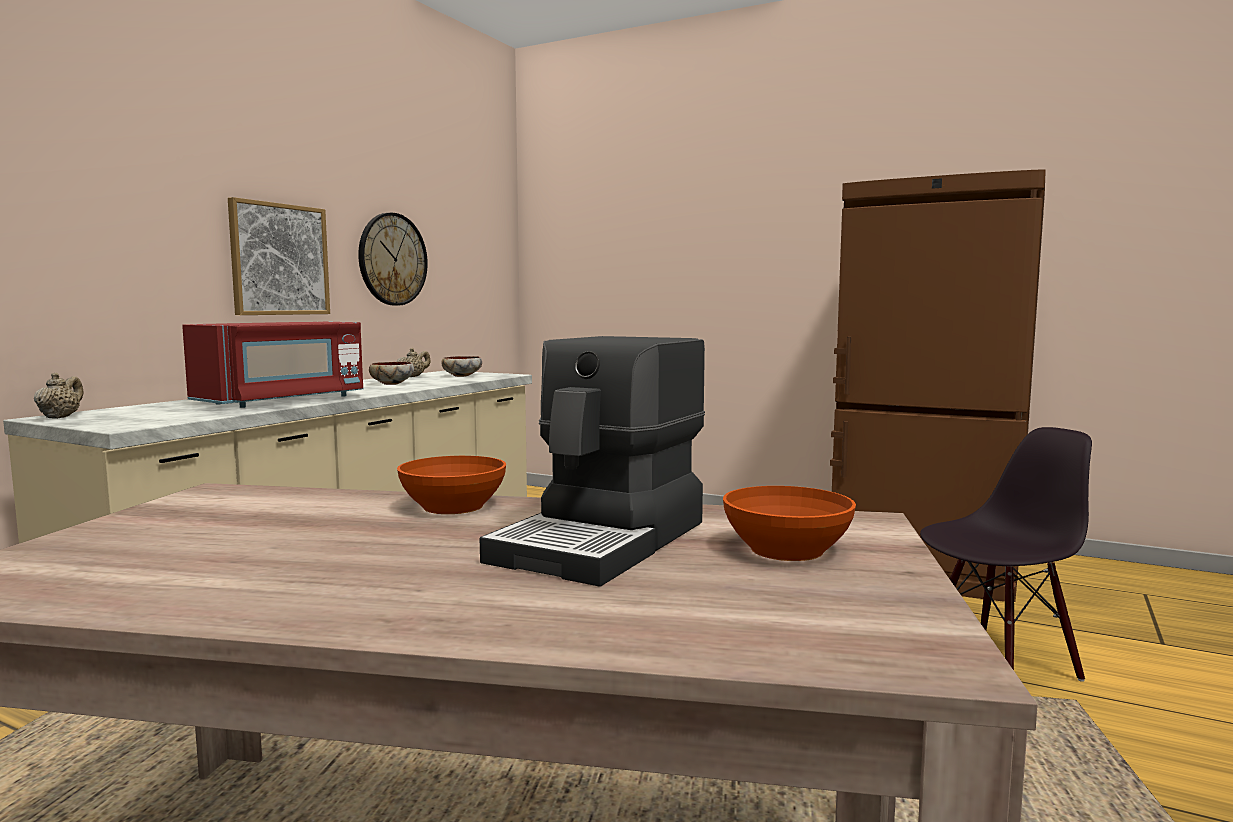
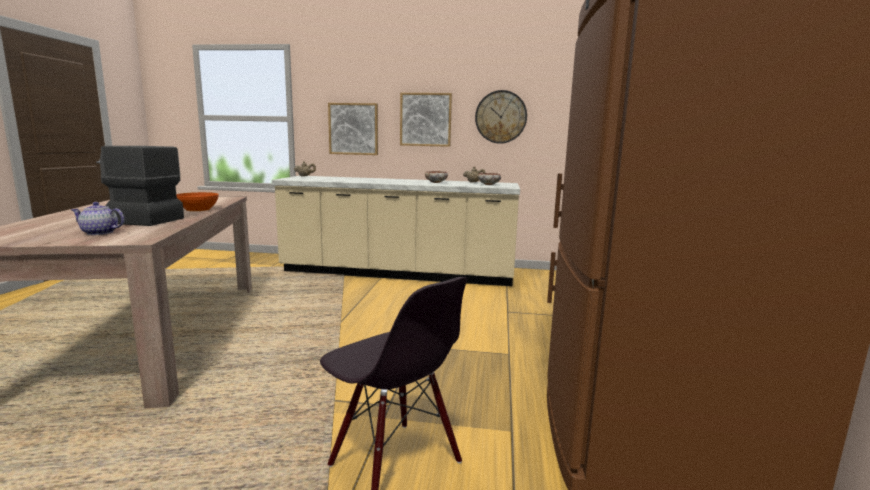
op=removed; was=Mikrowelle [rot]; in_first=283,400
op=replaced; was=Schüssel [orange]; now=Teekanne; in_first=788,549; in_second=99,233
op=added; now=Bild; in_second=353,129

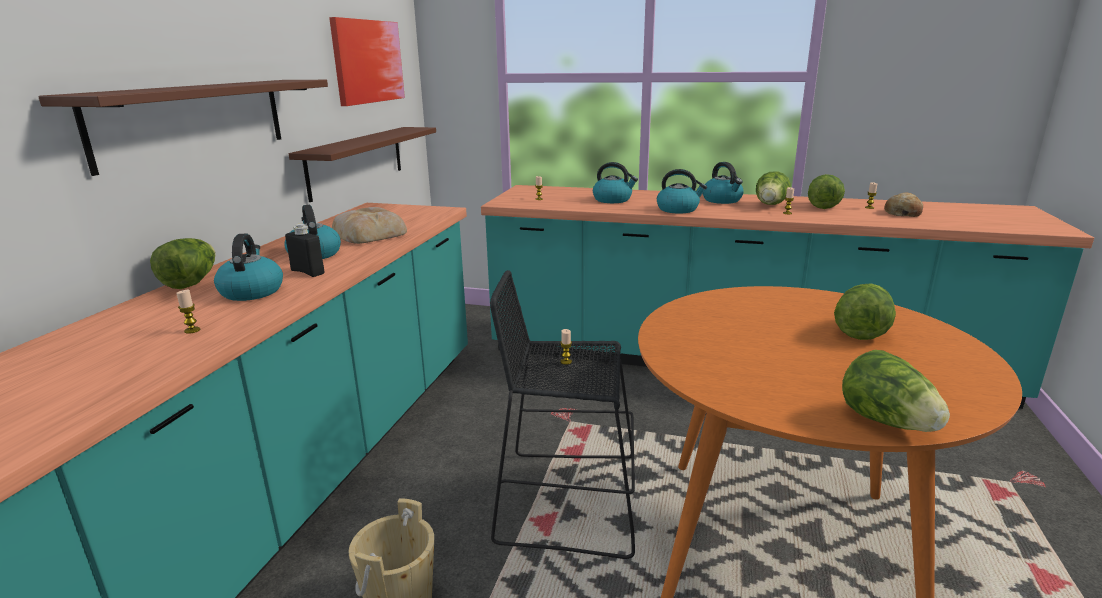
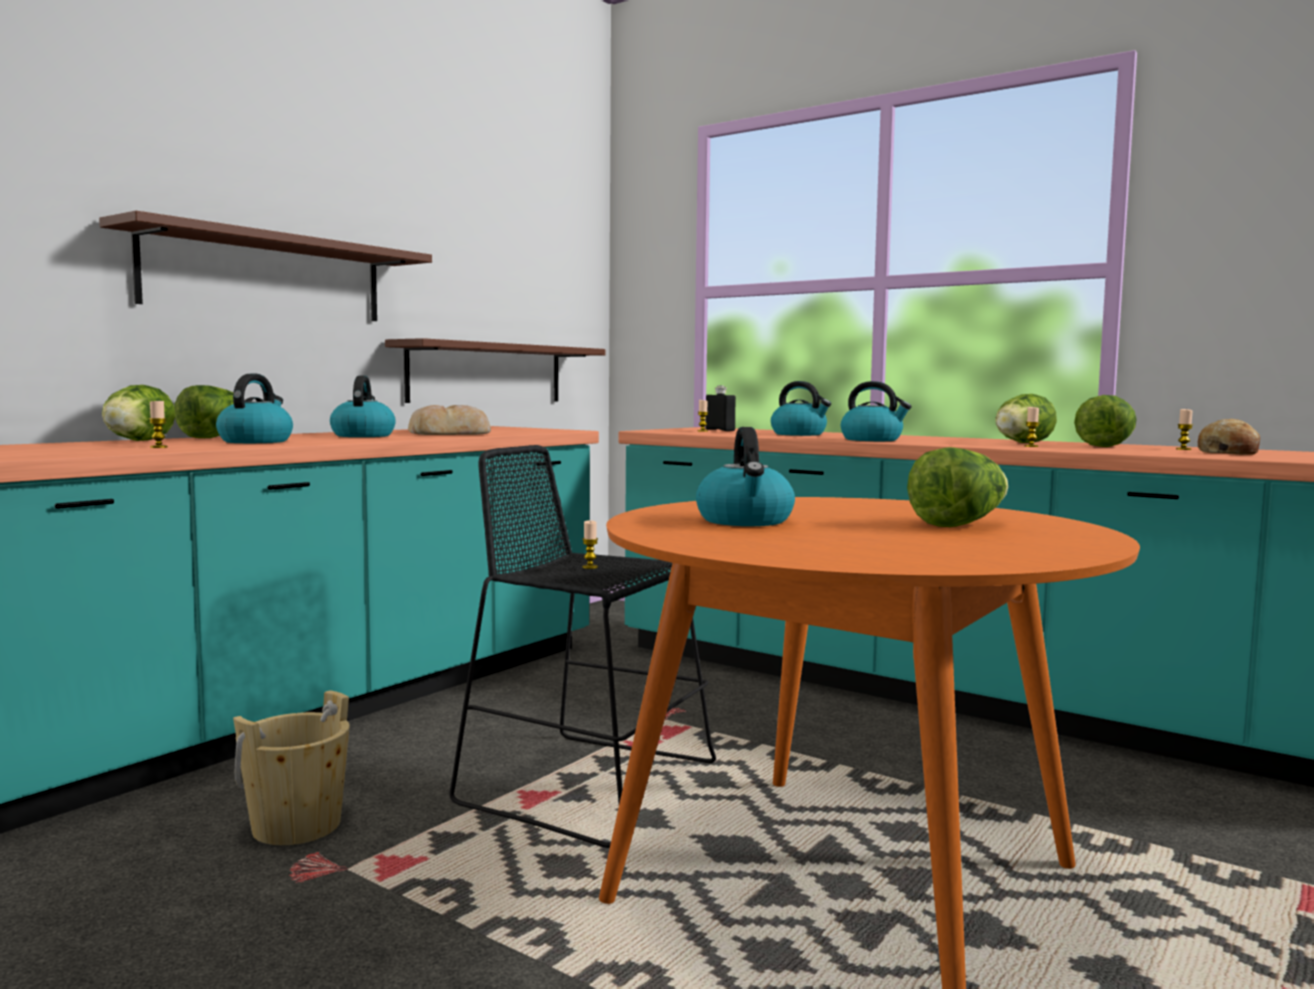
op=removed; was=Bild; in_first=368,61
op=moved; was=Wasserkessel; in_first=722,200; in_second=745,521
op=moved; was=Flasche [schwarz]; in_first=307,272; in_second=720,430
op=moved; was=Salatkopf; in_first=887,422; in_second=137,441

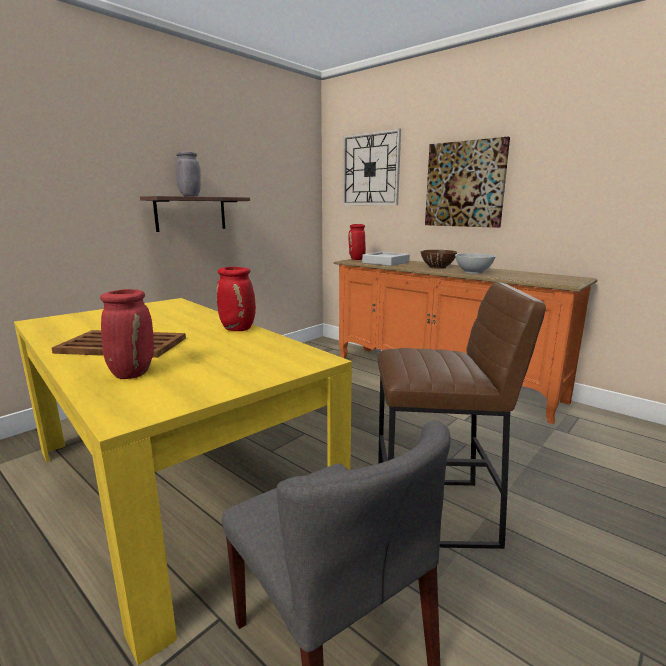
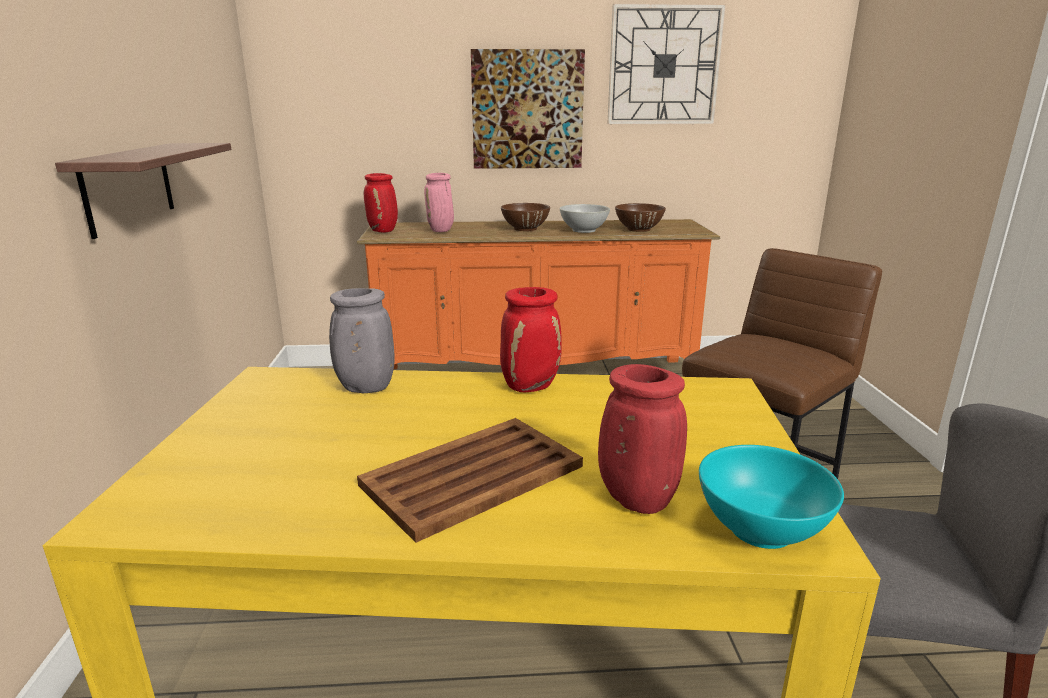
op=moved; was=Wanduhr; in_first=370,169; in_second=664,66
op=moved; was=Vase [grau]; in_first=189,196; in_second=365,388
op=replaced; was=Tablett [grau]; now=Vase [rosa]; in_first=385,262; in_second=441,231
op=added; now=Schüssel [braun]; in_second=638,229
op=added; now=Schüssel [türkis]; in_second=762,529

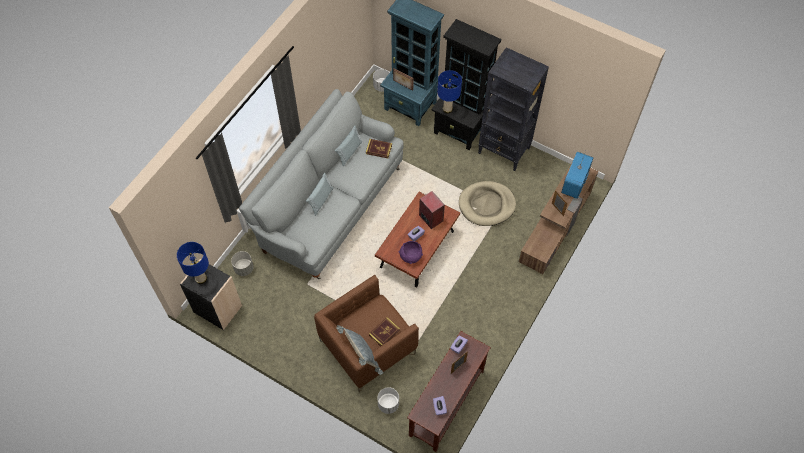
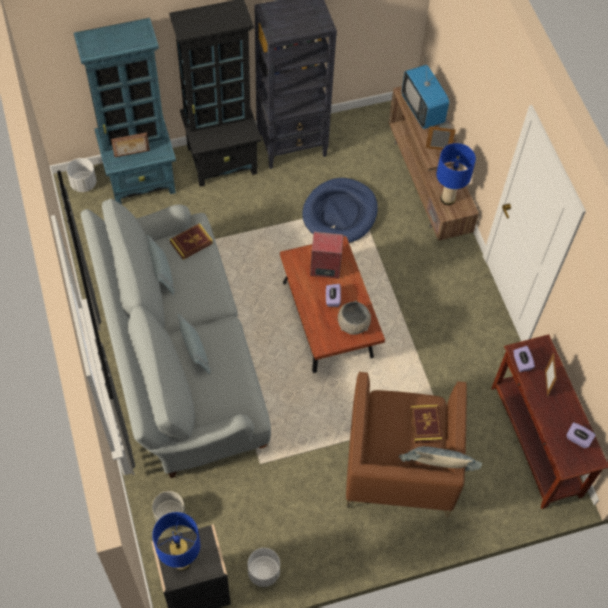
op=moved; was=Tischlampe [blau]; in_first=447,109; in_second=447,199
op=recoloured; was=Hundebett [beige]; now=Hundebett [blau]; in_first=486,205; in_second=340,213
op=recoloured; was=Schüssel [lila]; now=Schüssel [grau]; in_first=410,256; in_second=353,324
op=moved; was=Pflanzkübel [weiß]; in_first=388,404; in_second=264,572

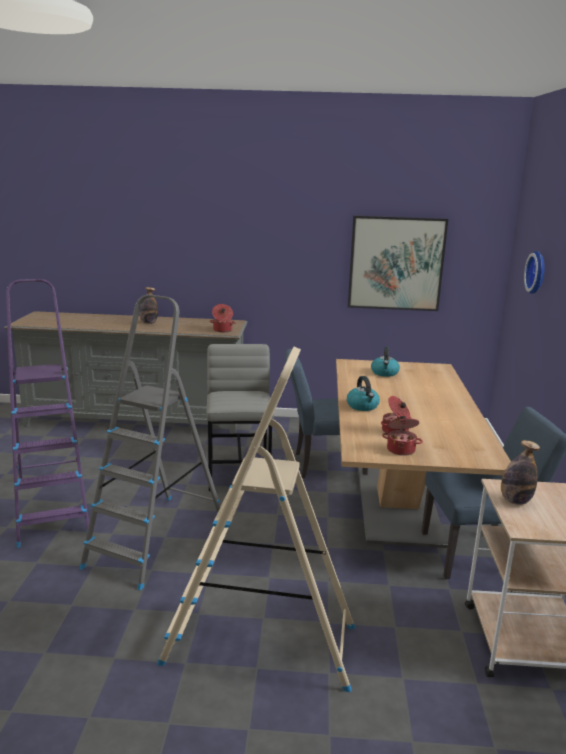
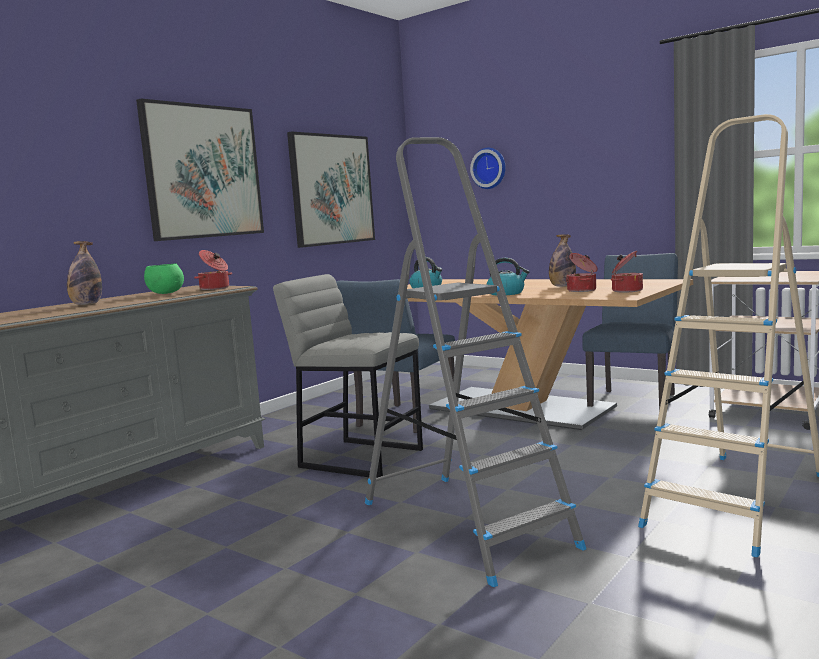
op=removed; was=Trittleiter [lila]; in_first=52,505
op=moved; was=Flasche; in_first=515,501; in_second=562,286
op=added; now=Bild; in_second=203,172
op=added; now=Schüssel [grün]; in_second=166,293

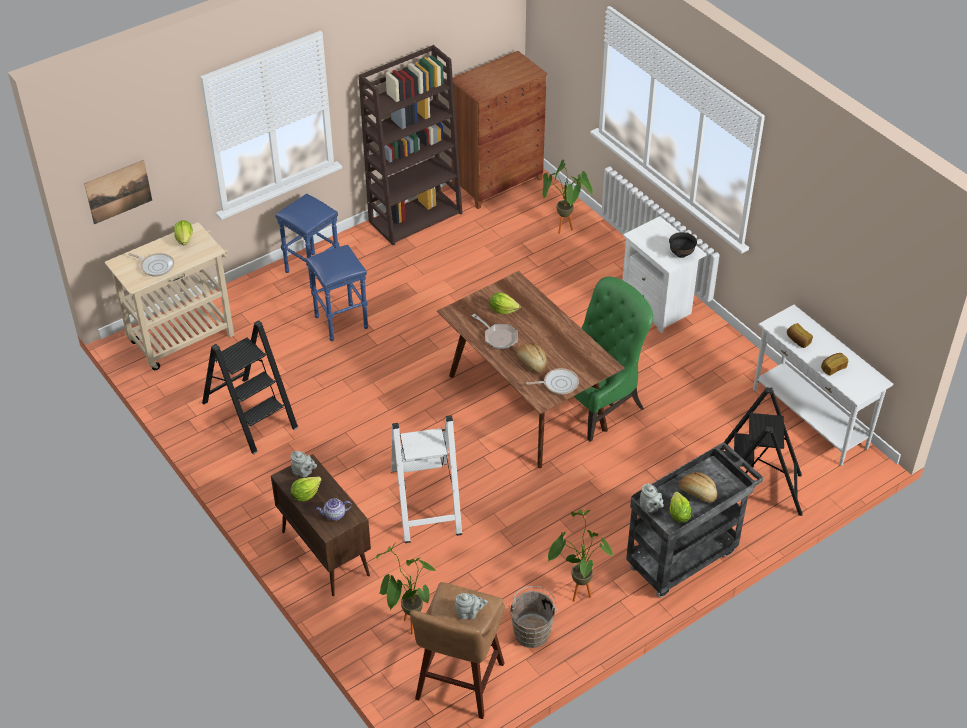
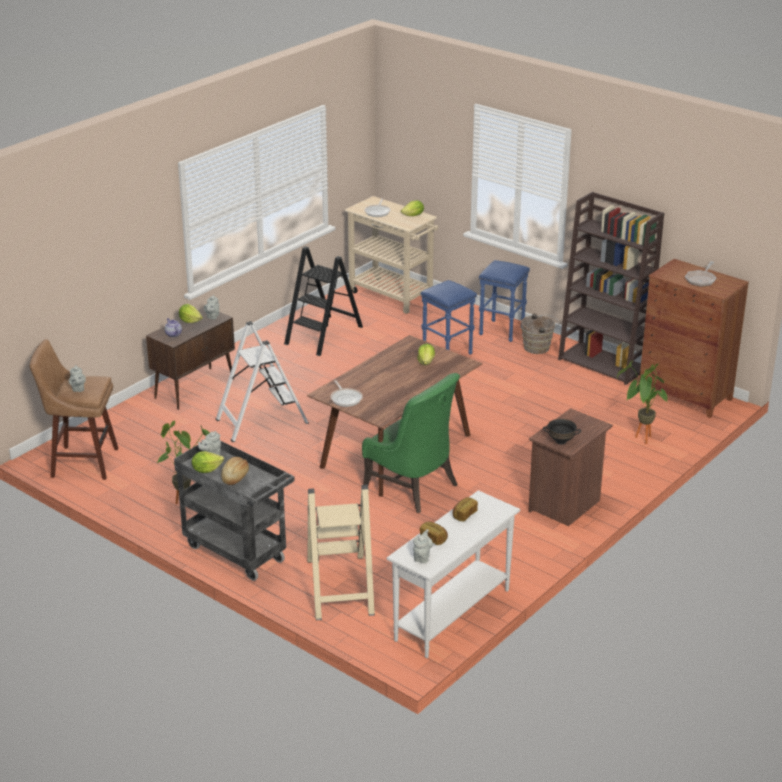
op=removed; was=Bild; in_first=118,191
op=recoloured; was=Nachttisch [weiß]; now=Nachttisch [braun]; in_first=658,306; in_second=565,505
op=moved; was=Pfanne; in_first=498,337; in_second=701,280
op=removed; was=Brot; in_first=531,362
op=recoloured; was=Trittleiter [schwarz]; now=Trittleiter [beige]; in_first=755,489; in_second=340,588
op=removed; was=Topfpflanze; in_first=407,626
op=moved; was=Eimer [braun]; in_first=532,630; in_second=539,348
op=added; now=Teekanne [grau]; in_second=422,557

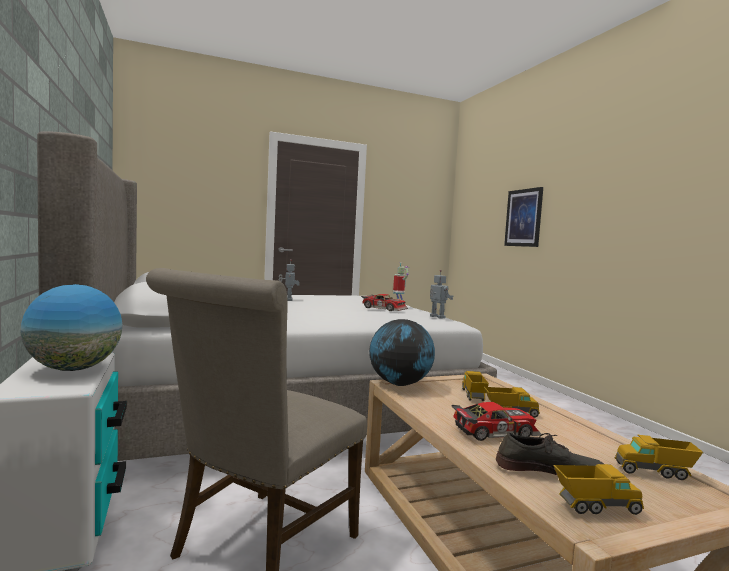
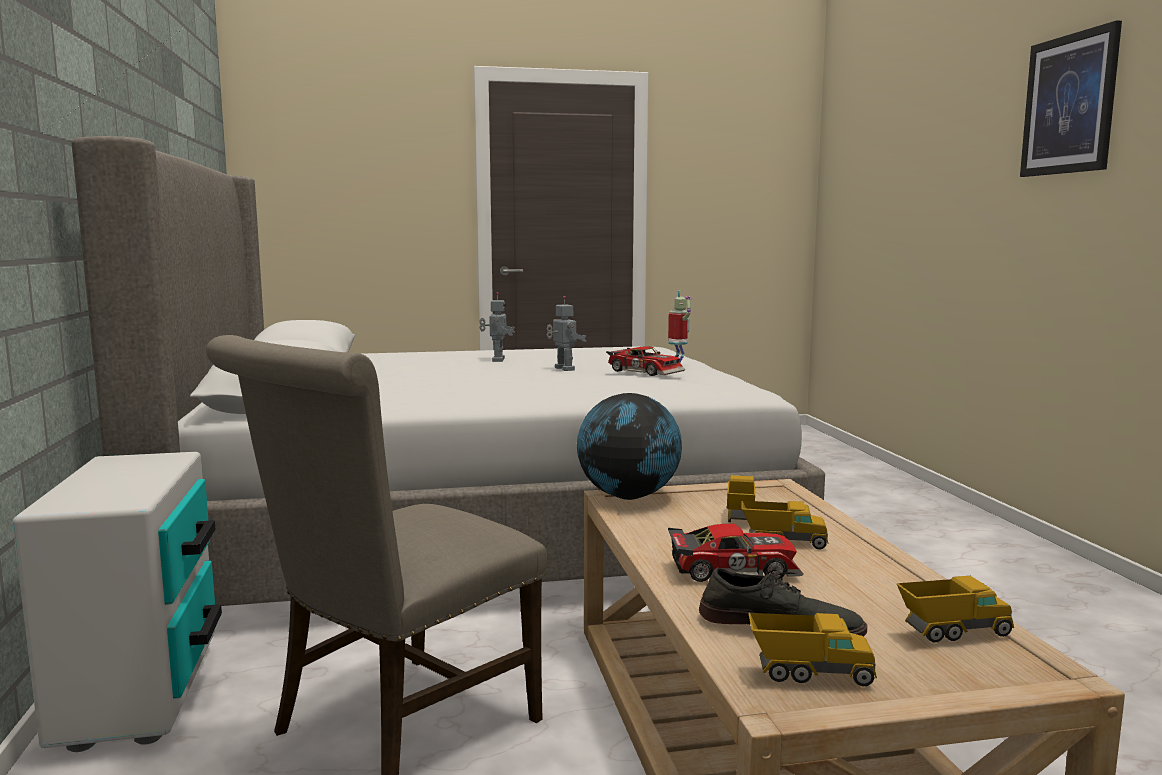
op=moved; was=Bild; in_first=523,218; in_second=1069,104
op=moved; was=Spielzeugroboter; in_first=436,317; in_second=563,369
op=removed; was=Globus; in_first=73,369
op=turned; was=Spielzeuglaster; in_first=655,472; in_second=953,632; clockwise=150

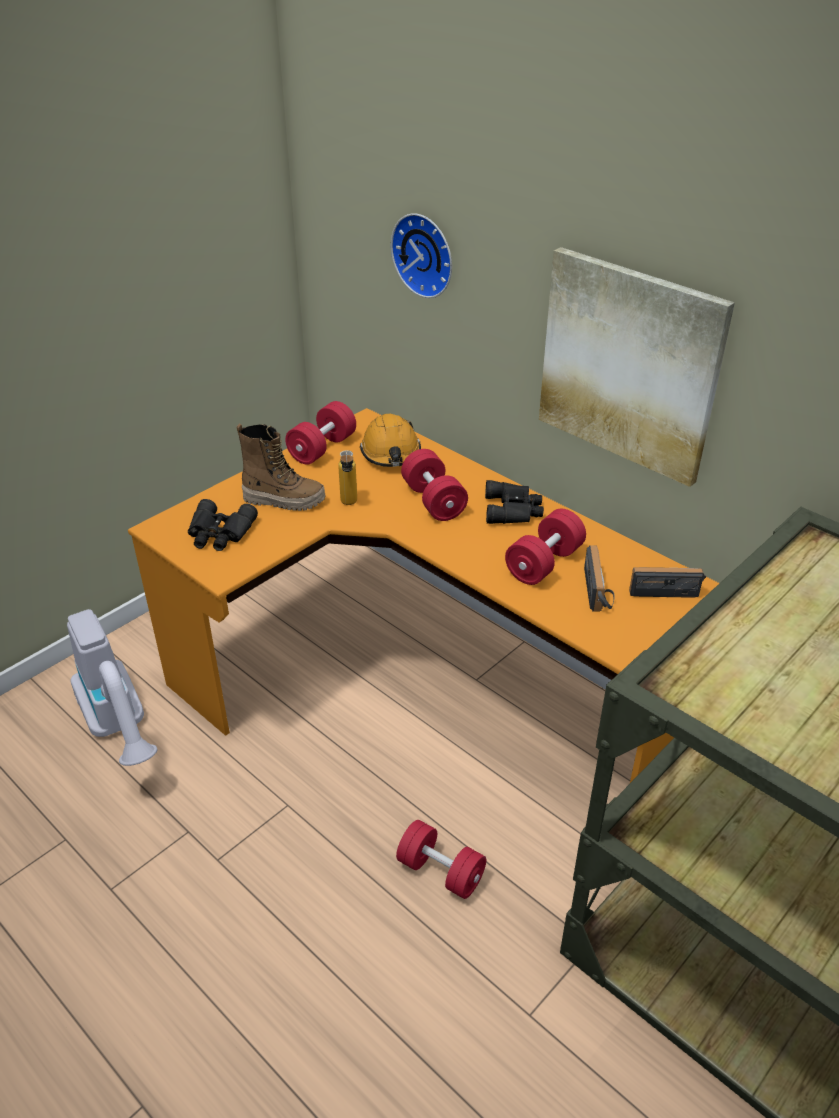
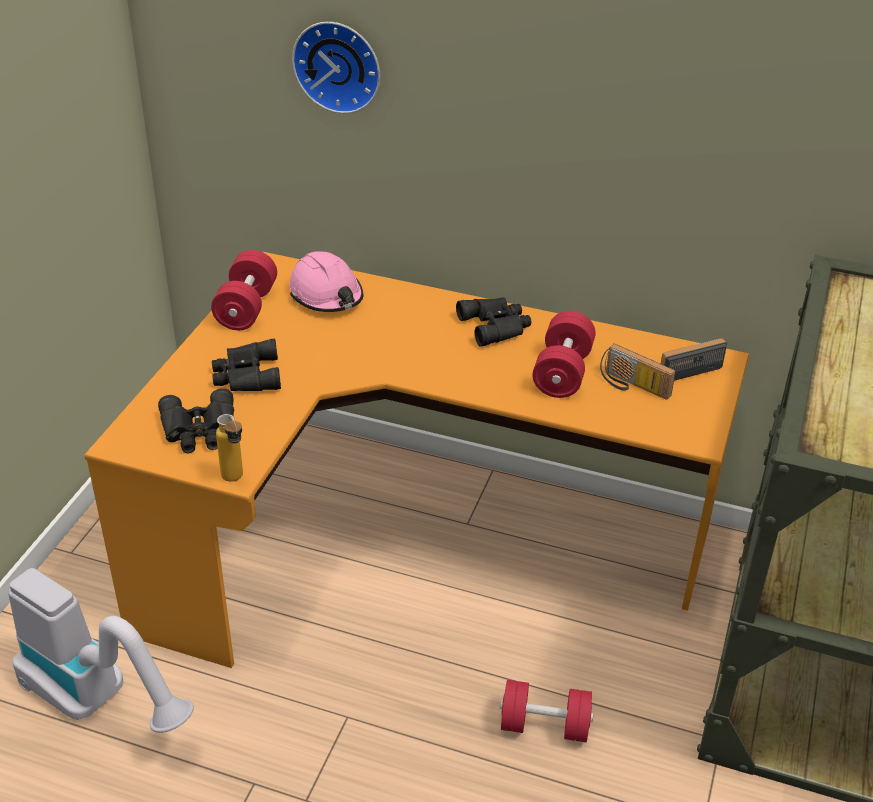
op=removed; was=Bild; in_first=629,365
op=recoloured; was=Schutzhelm [orange]; now=Schutzhelm [rosa]; in_first=391,453; in_second=326,295
op=replaced; was=Stiefel; now=Fernglas [schwarz]; in_first=284,500; in_second=246,375
op=removed; was=Hantel [rot]; in_first=433,501
op=moved; was=Flasche; in_first=349,505; in_second=235,480
op=turned; was=Radio; in_first=599,591; in_second=632,386; clockwise=150

